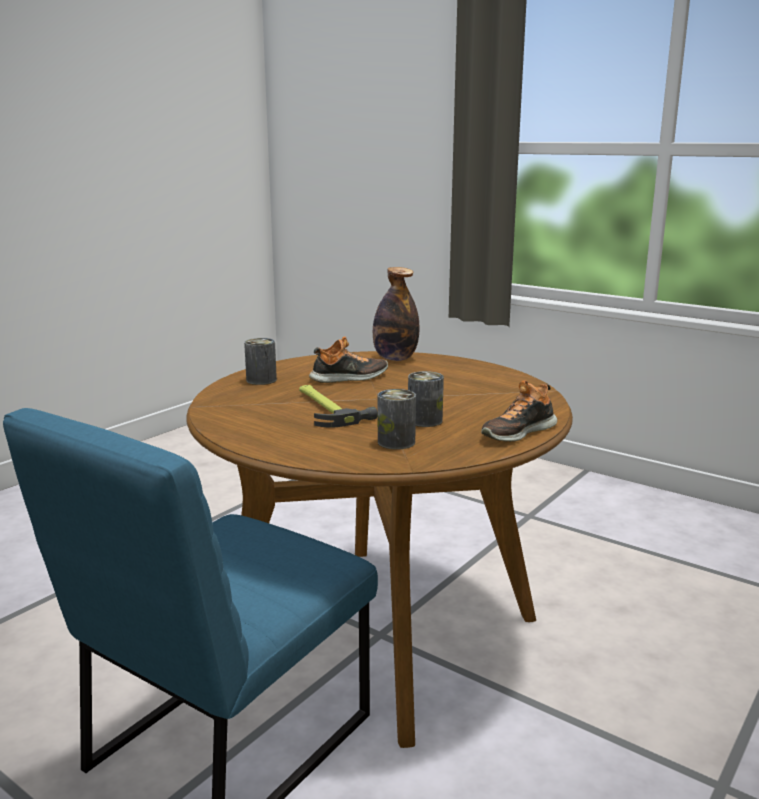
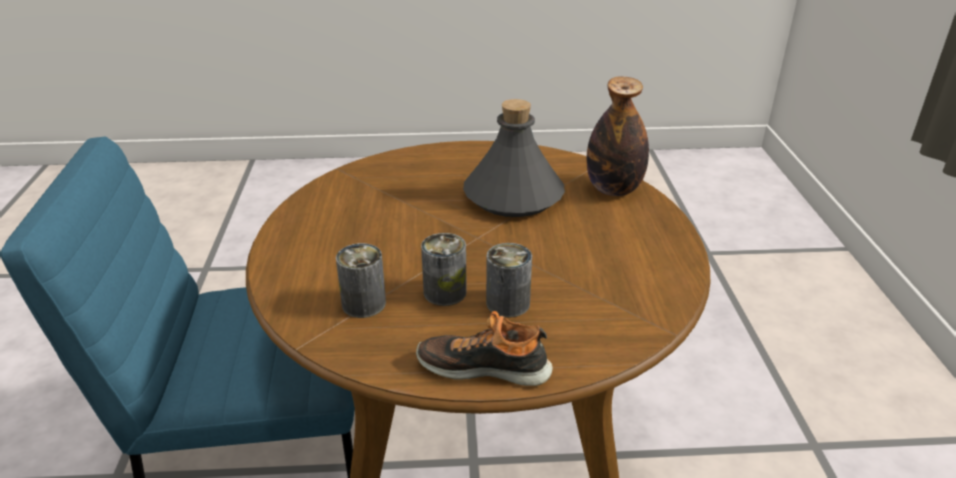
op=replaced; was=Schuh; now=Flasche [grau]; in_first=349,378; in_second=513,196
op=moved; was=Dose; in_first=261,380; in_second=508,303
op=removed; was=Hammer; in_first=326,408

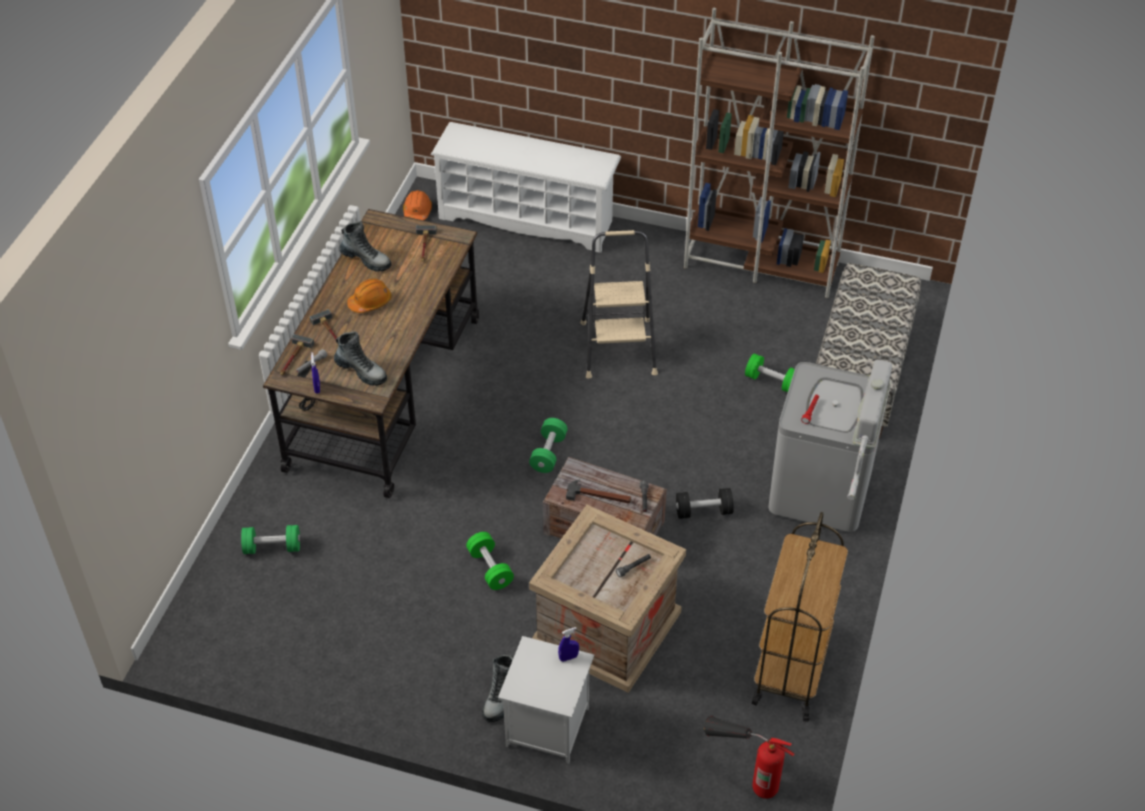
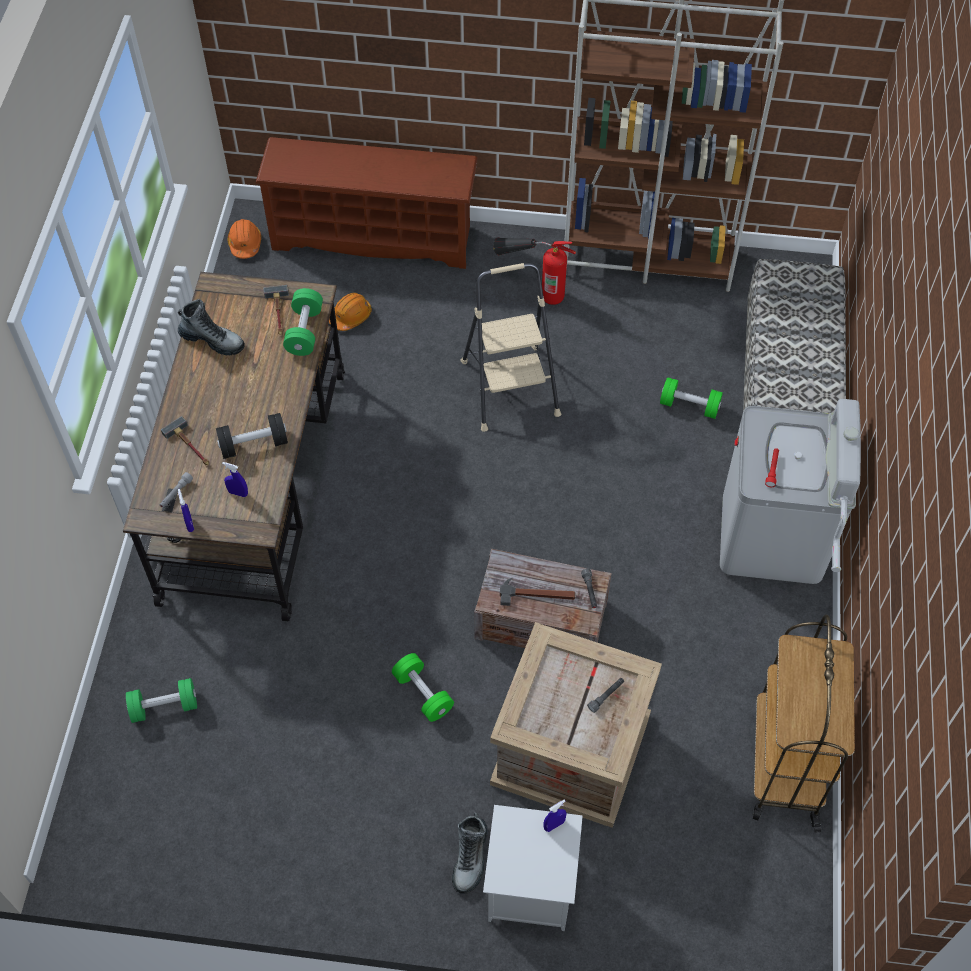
op=recoloured; was=Schuhregal [weiß]; now=Schuhregal [braun]; in_first=528,219; in_second=374,237
op=moved; was=Schutzhelm [orange]; in_first=370,302; in_second=350,316
op=replaced; was=Stiefel; now=Sprühflasche [blau]; in_first=361,371; in_second=238,493
op=removed; was=Hammer; in_first=293,359
op=moved; was=Hantel [grün]; in_first=548,453; in_second=304,331
op=moved; was=Hantel [schwarz]; in_first=703,511; in_second=254,444
op=moved; was=Feuerlöscher; in_first=743,775; in_second=532,289

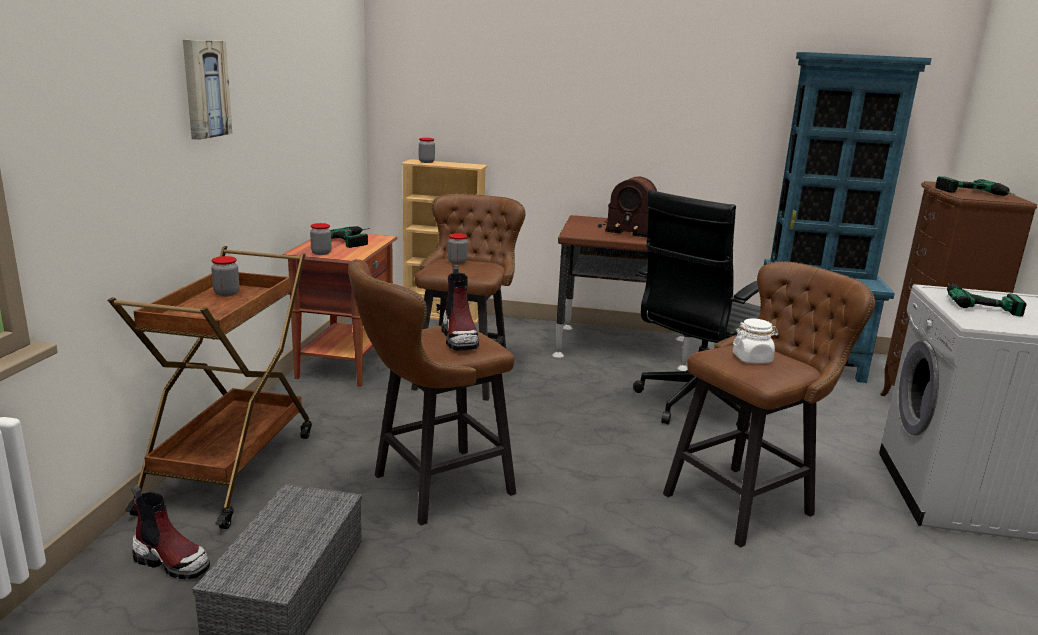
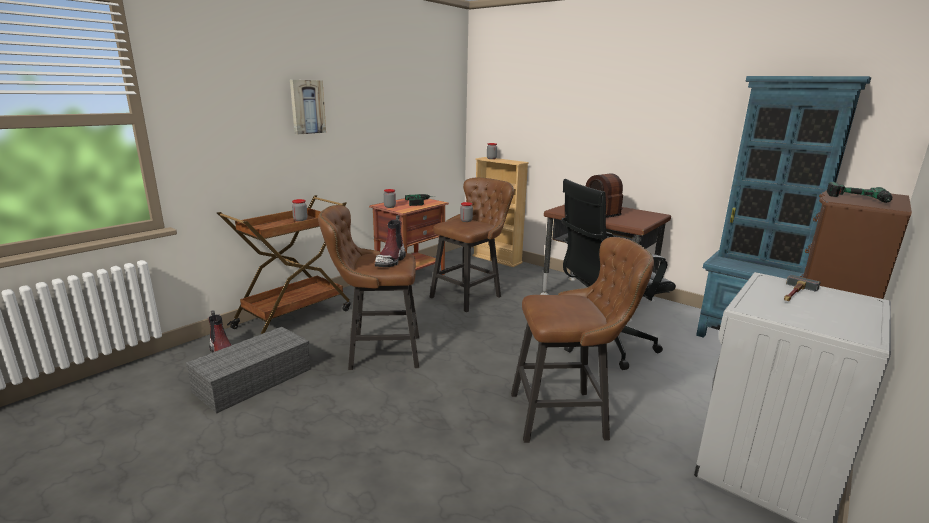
op=replaced; was=Bohrmaschine; now=Hammer; in_first=978,302; in_second=794,294
op=removed; was=Vorratsglas [weiß]; in_first=752,359

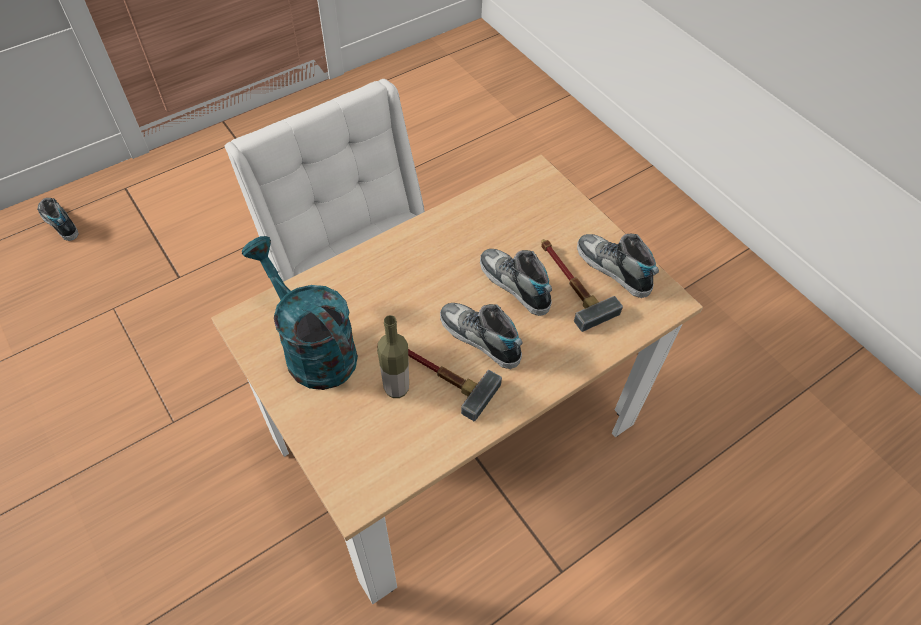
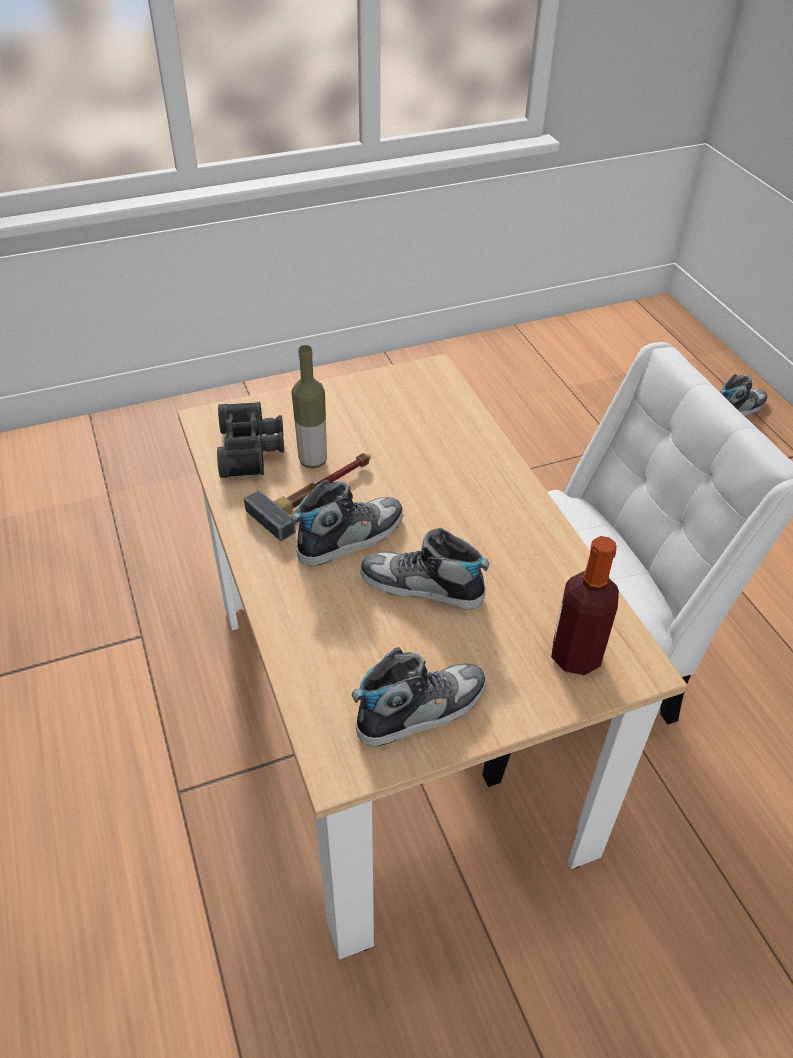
op=removed; was=Gießkanne [türkis]; in_first=312,348
op=removed; was=Hammer; in_first=570,283
op=turned; was=Schuh; in_first=514,285; in_second=422,587; clockwise=-135
op=added; now=Fernglas [schwarz]; in_second=252,449
op=added; now=Flasche; in_second=575,656

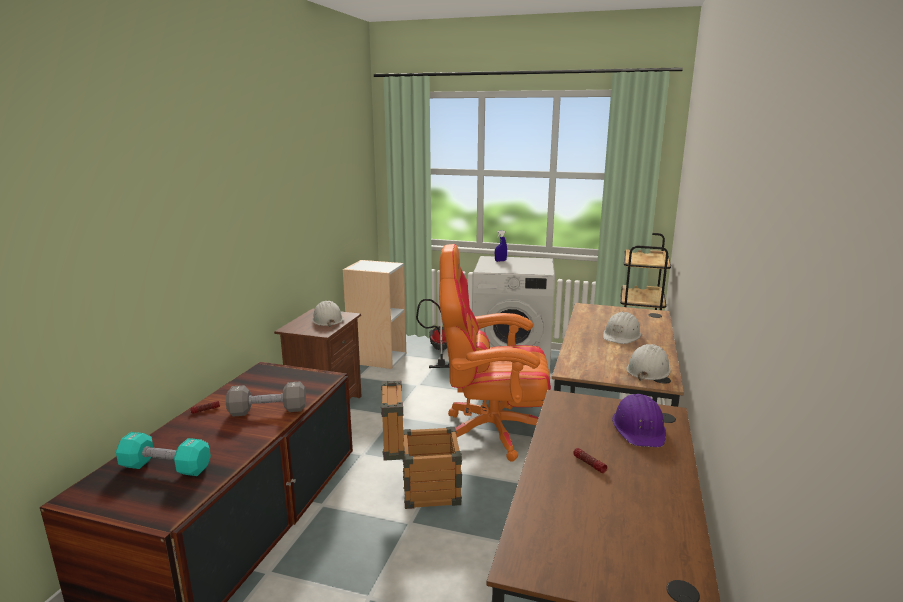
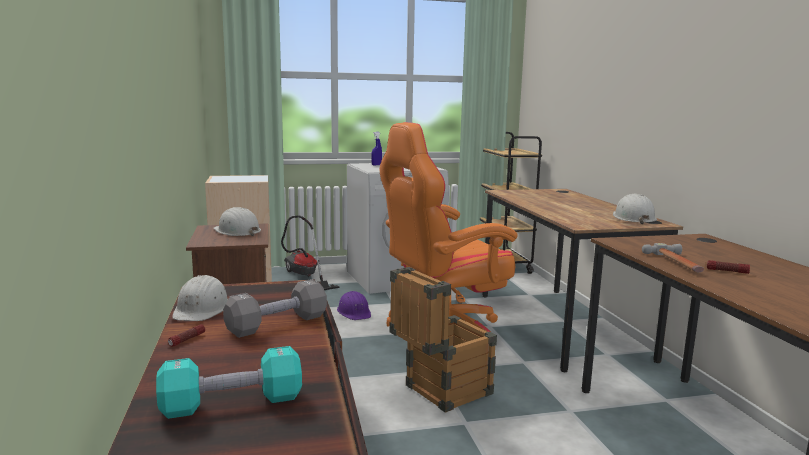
op=moved; was=Schutzhelm [weiß]; in_first=621,335; in_second=202,309
op=moved; was=Schutzhelm [lila]; in_first=639,428; in_second=354,312
op=added; now=Hammer; in_second=677,263

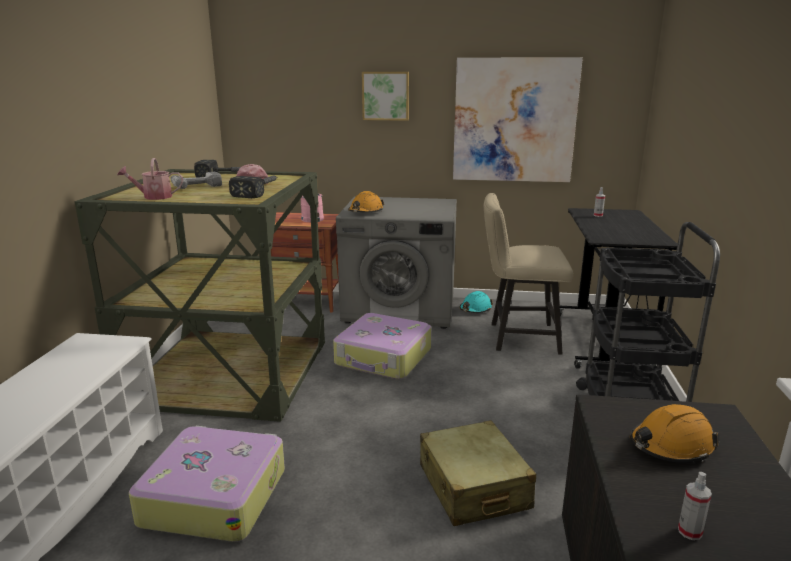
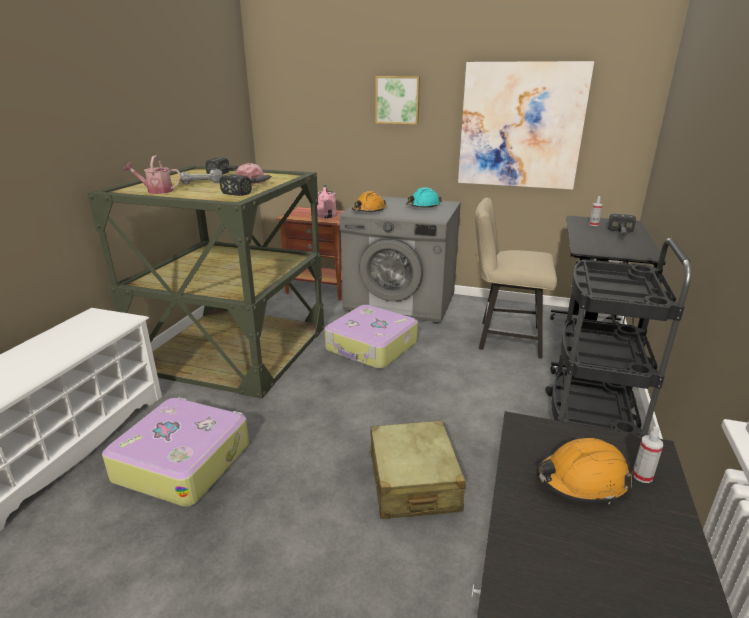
op=moved; was=Schutzhelm [türkis]; in_first=475,309; in_second=423,206
op=moved; was=Sprühflasche; in_first=689,532; in_second=642,476
op=added; now=Hammer; in_second=621,235

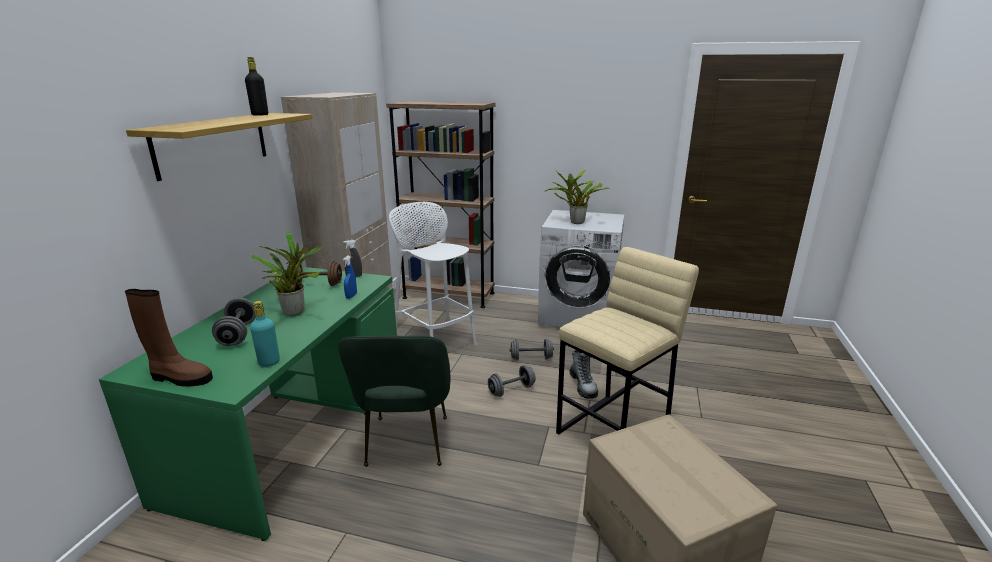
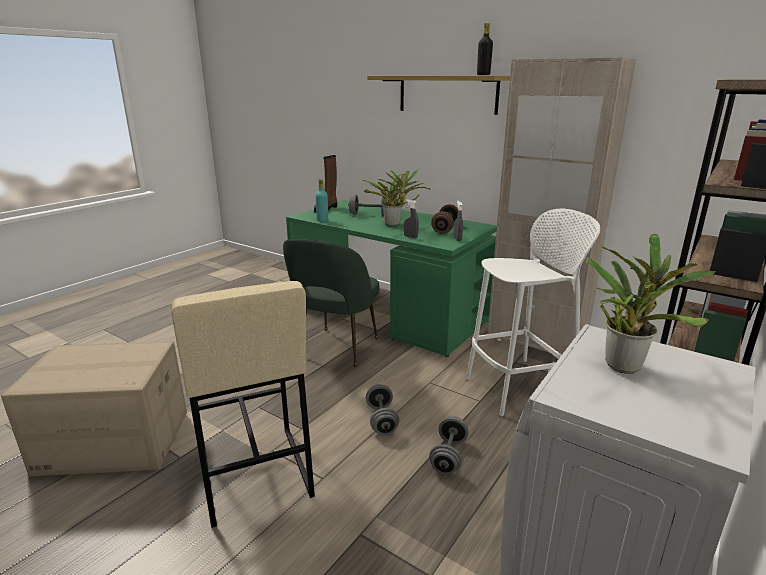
op=recoloured; was=Sprühflasche [blau]; now=Sprühflasche [grau]; in_first=351,296; in_second=410,237
op=turned; was=Stuhl [grün]; in_first=406,447; in_second=336,350; clockwise=-90
op=removed; was=Stiefel; in_first=583,385

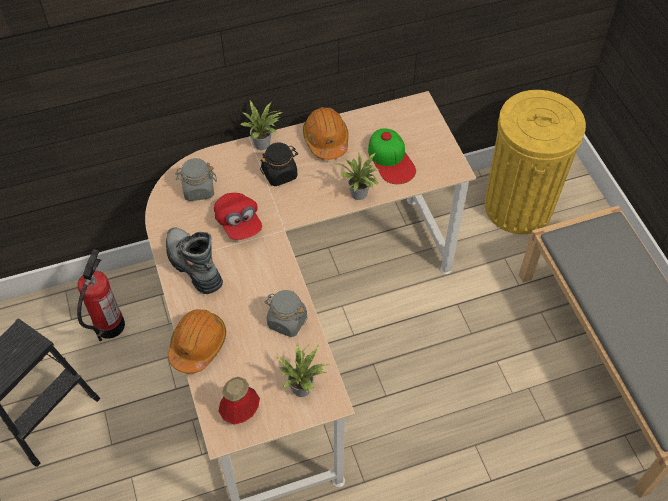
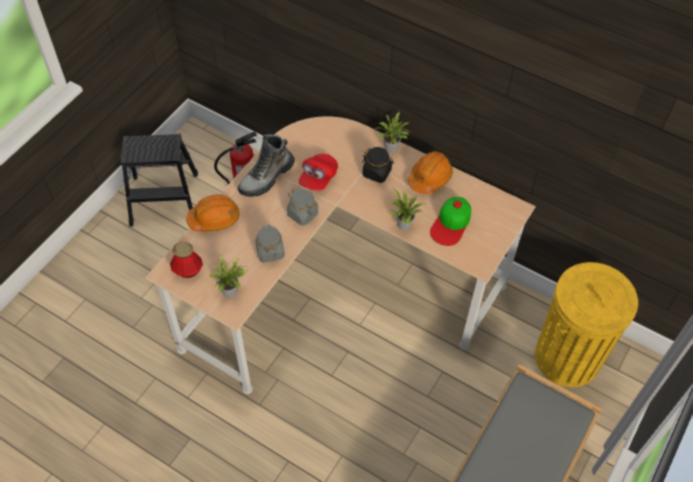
op=moved; was=Vorratsglas [grau]; in_first=198,190; in_second=302,214
op=turned; was=Stiefel; in_first=193,265; in_second=266,178; clockwise=-150

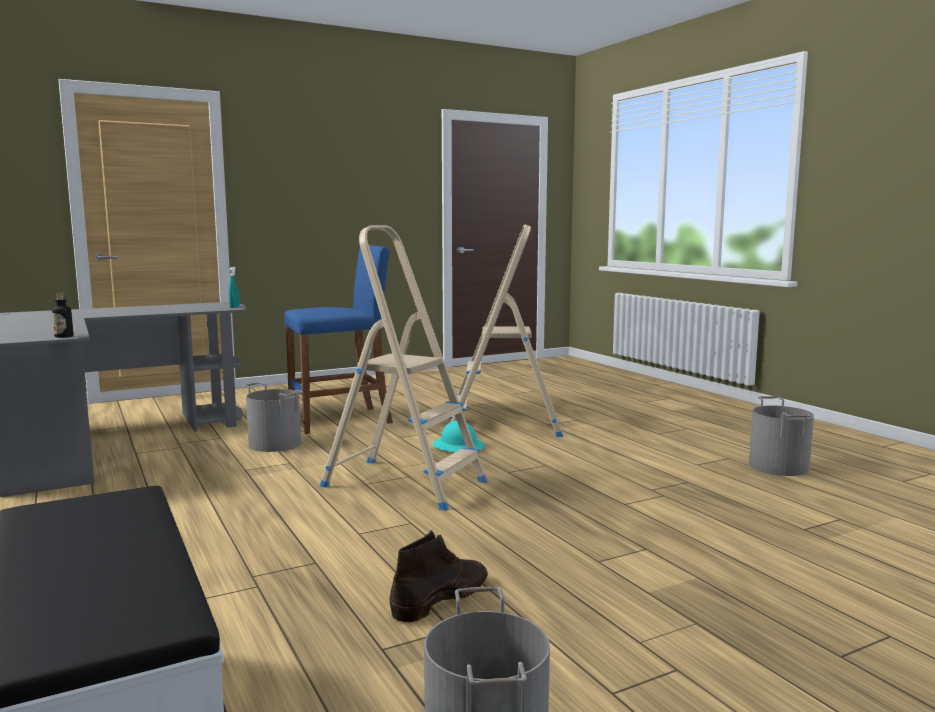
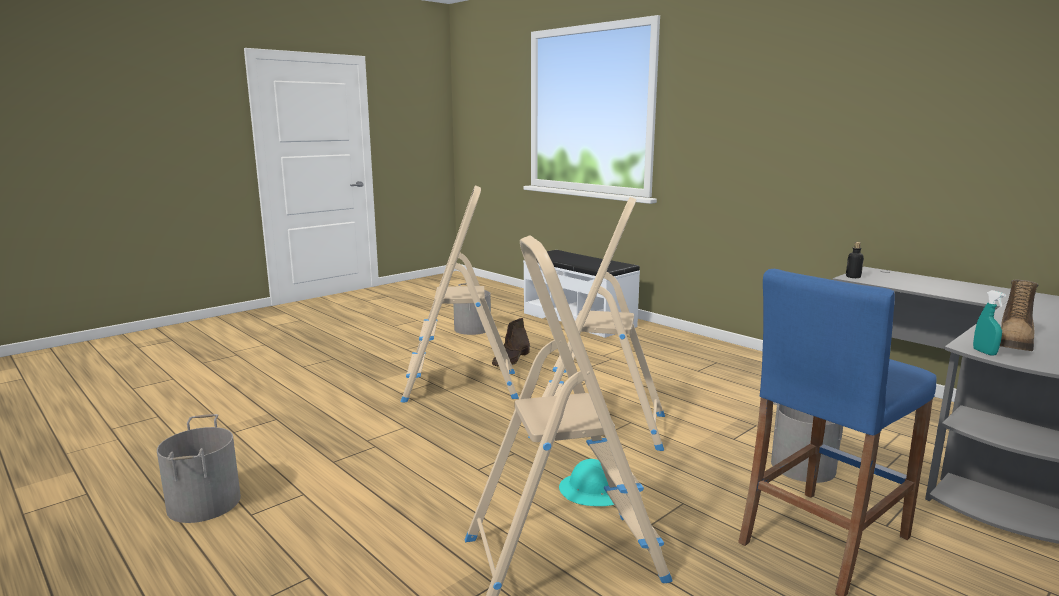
op=added; now=Trittleiter [beige]; in_second=459,386
op=added; now=Stiefel; in_second=1014,344

